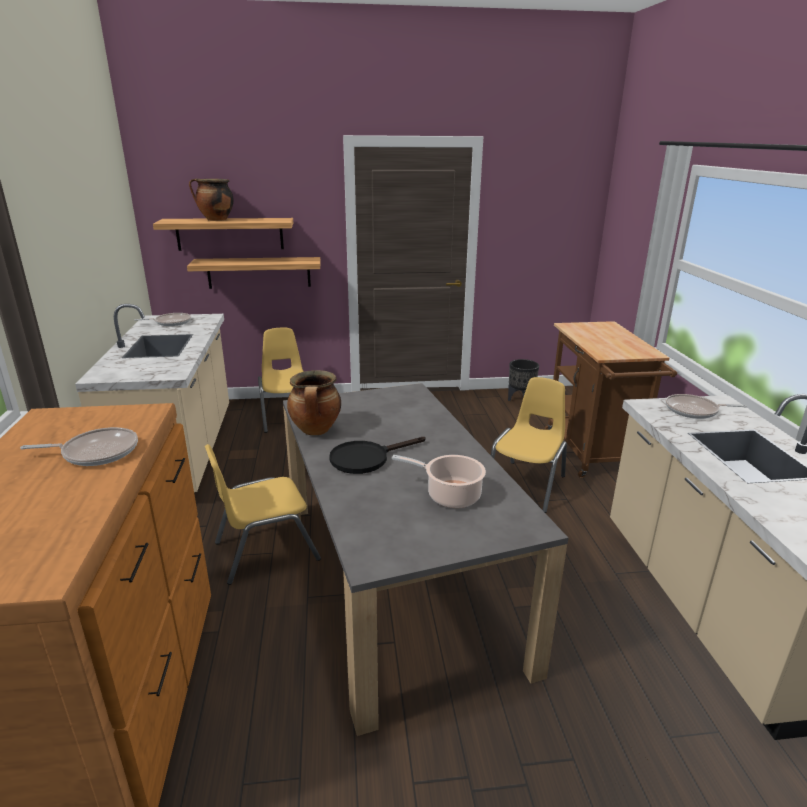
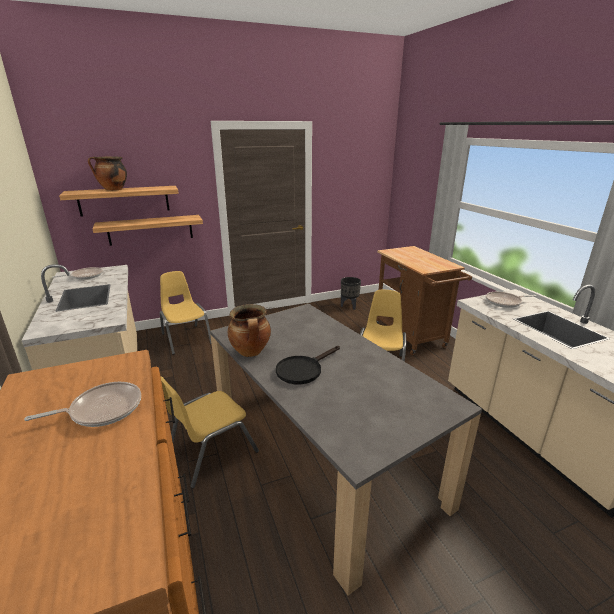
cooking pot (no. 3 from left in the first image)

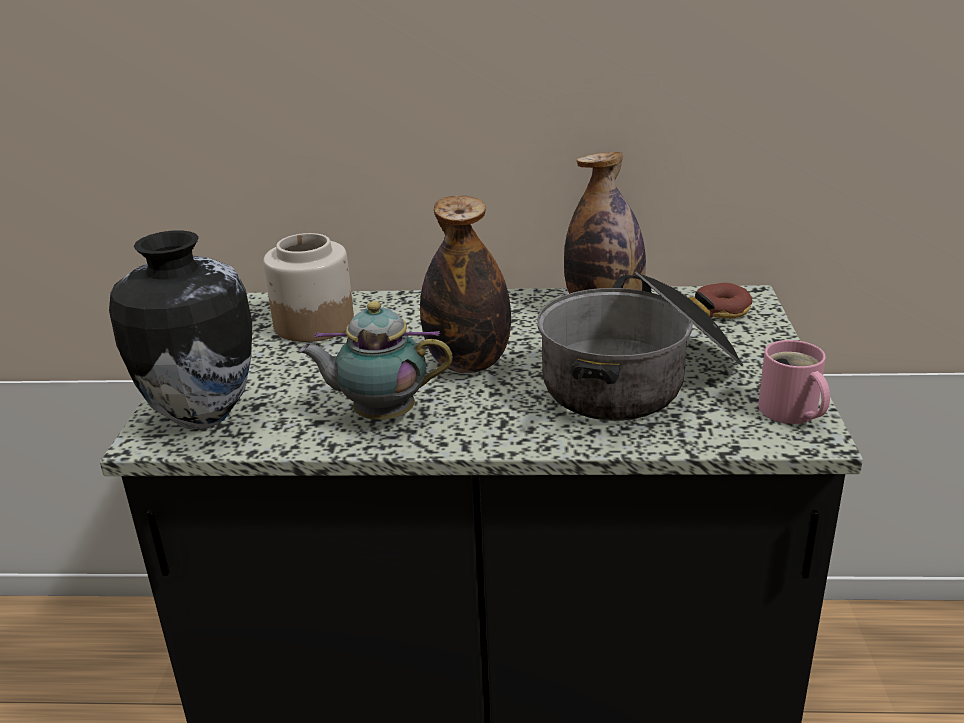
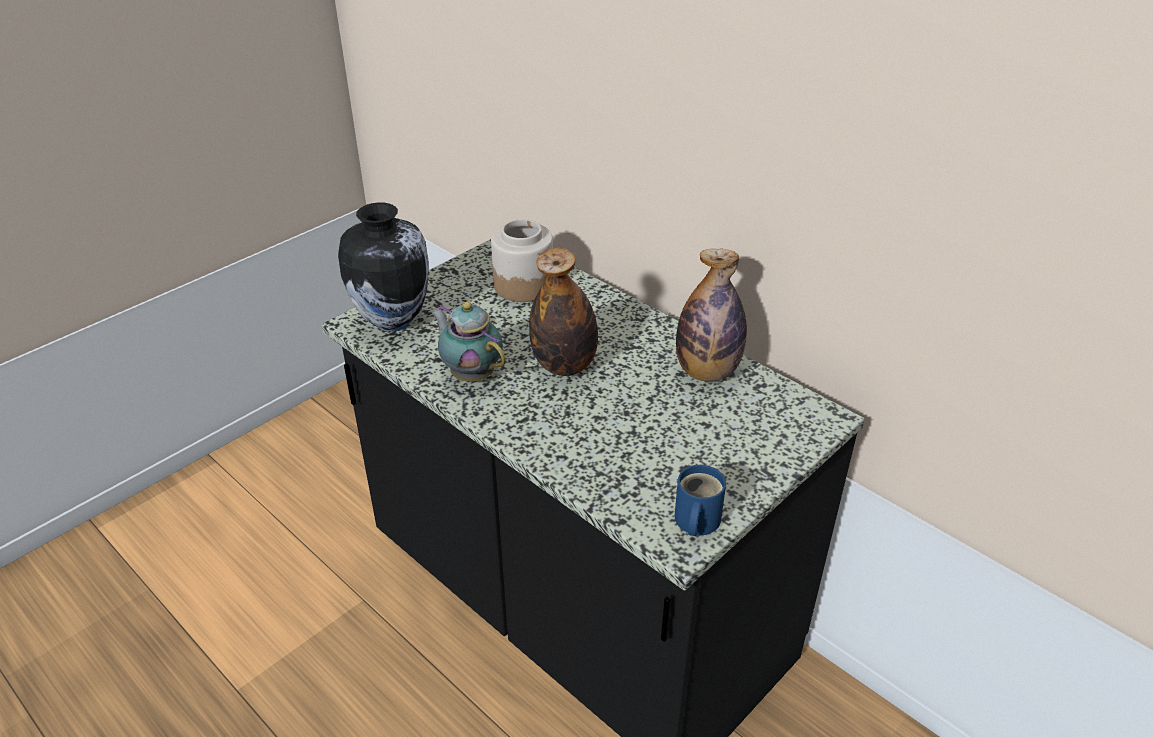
cooking pot
donut
blue mug

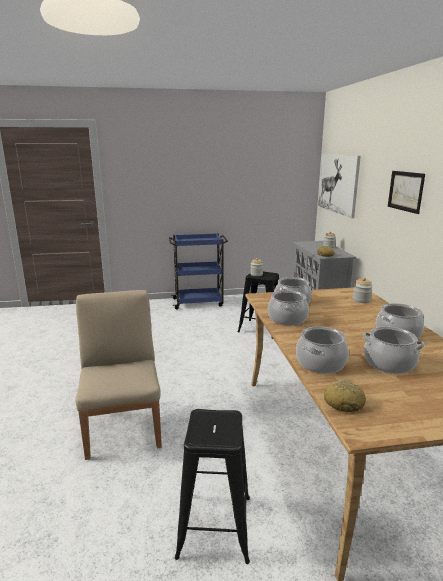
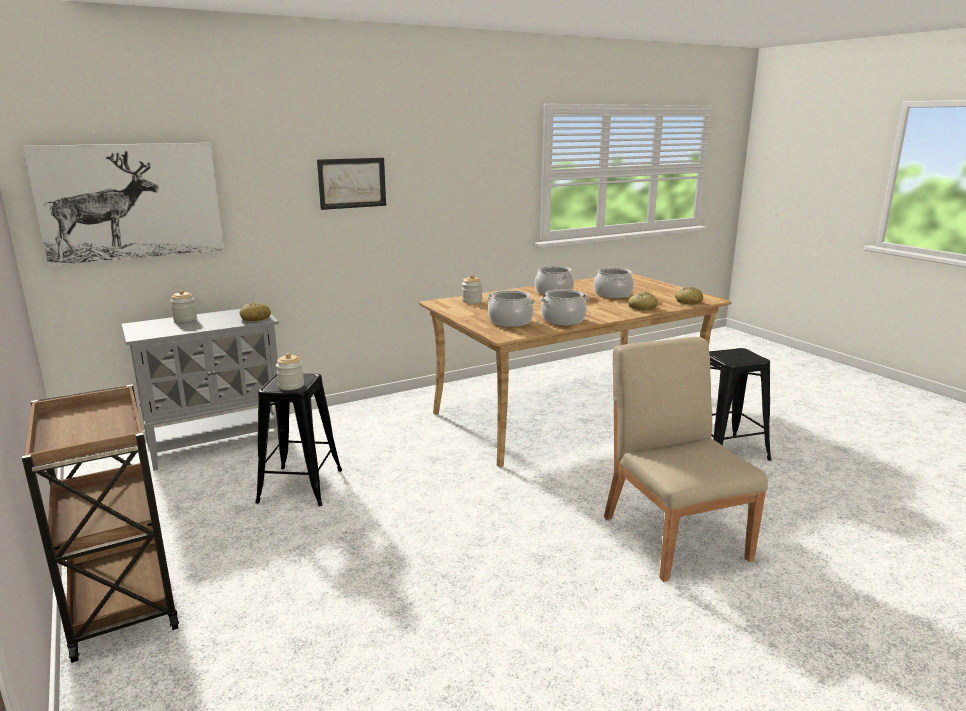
beige chair
brown cart
bread (no. 2 from left)

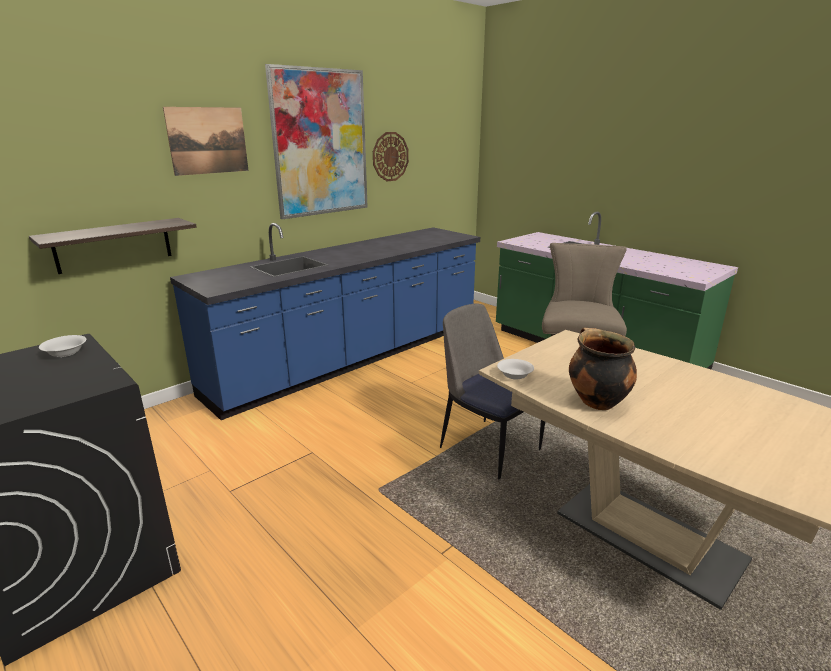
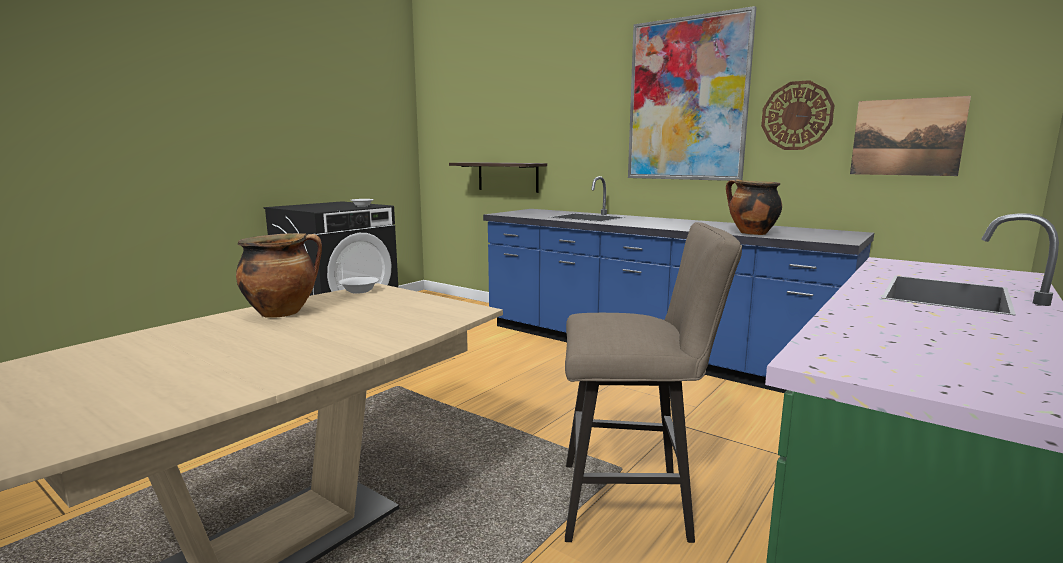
picture (no. 2 from left)
chair
cooking pot (no. 2 from left)

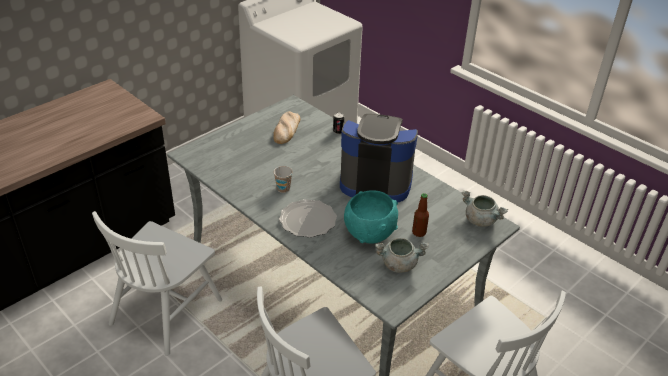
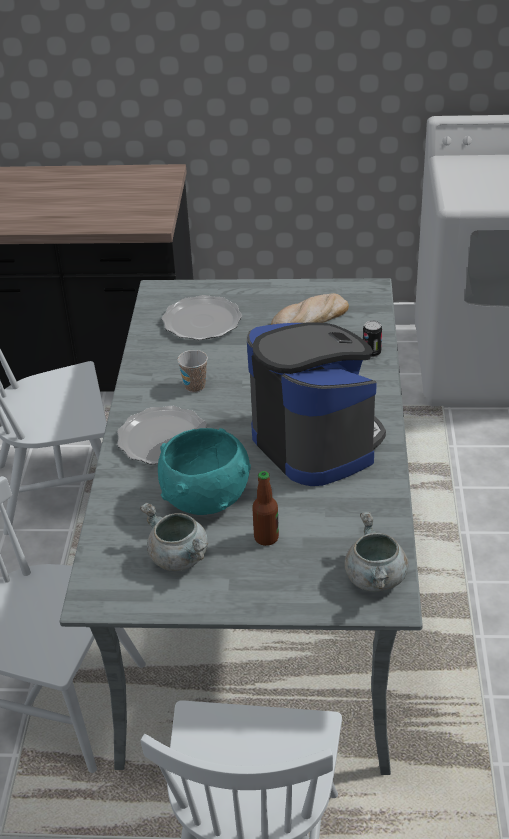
plate (no. 2 from left)

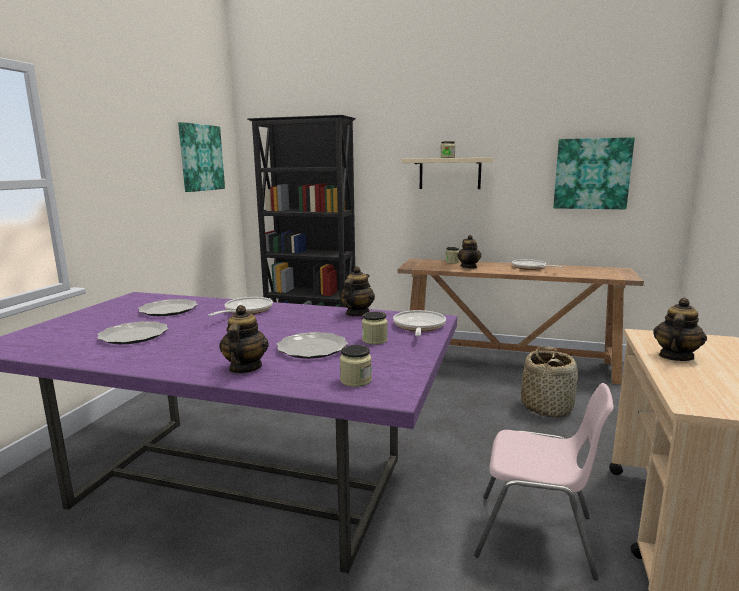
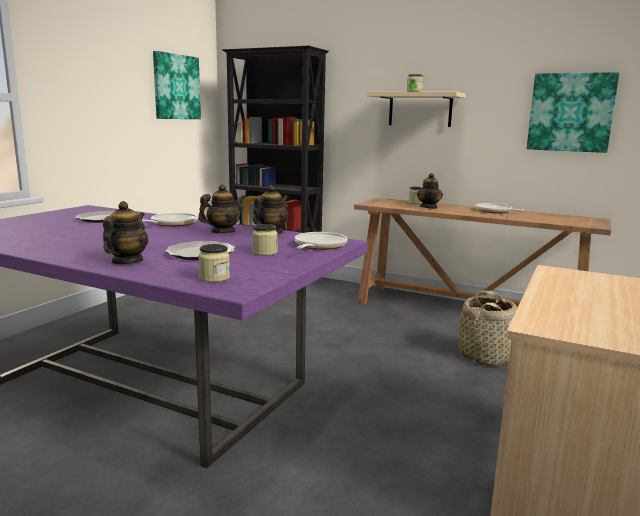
plate (no. 1 from left in the first image)
pink chair
teapot (no. 2 from left)

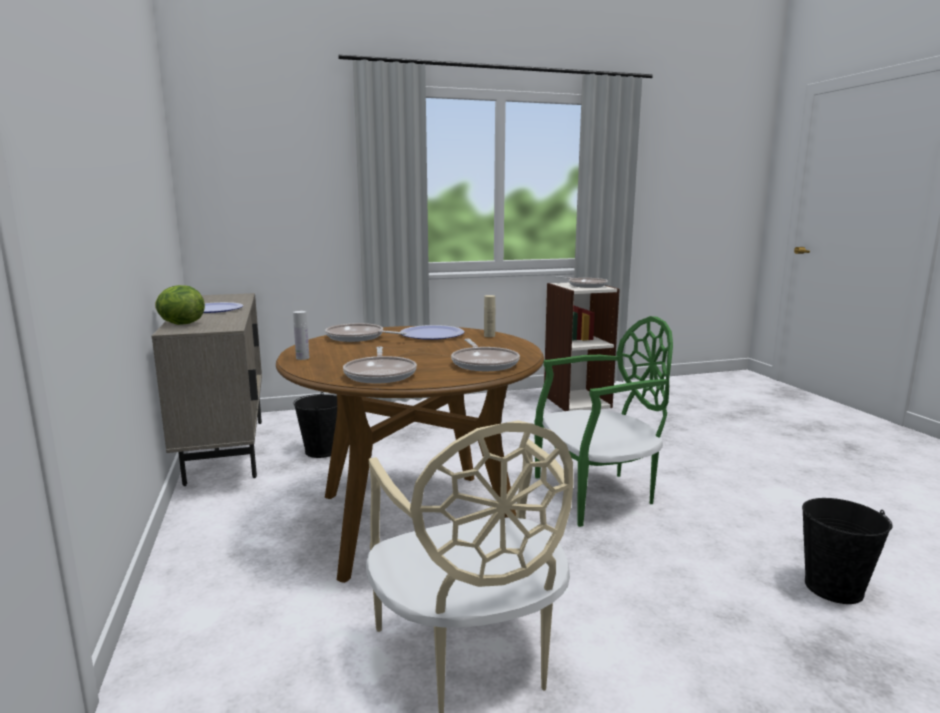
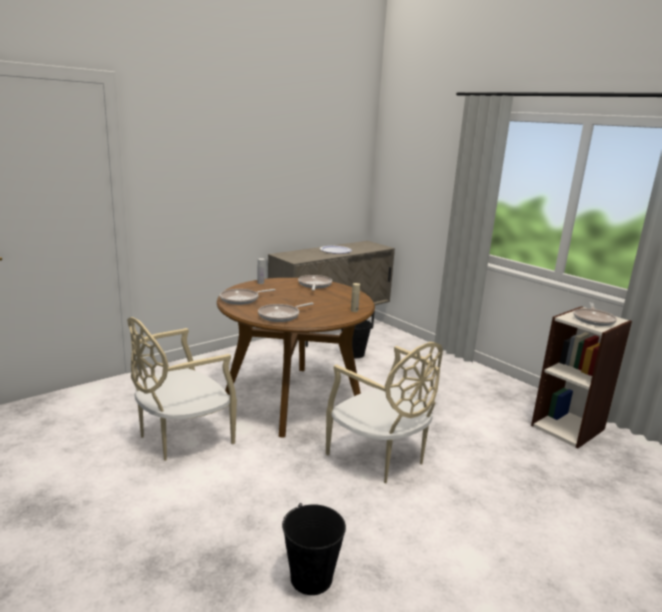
lettuce
plate (no. 2 from left in the first image)
beige chair (no. 2 from left)

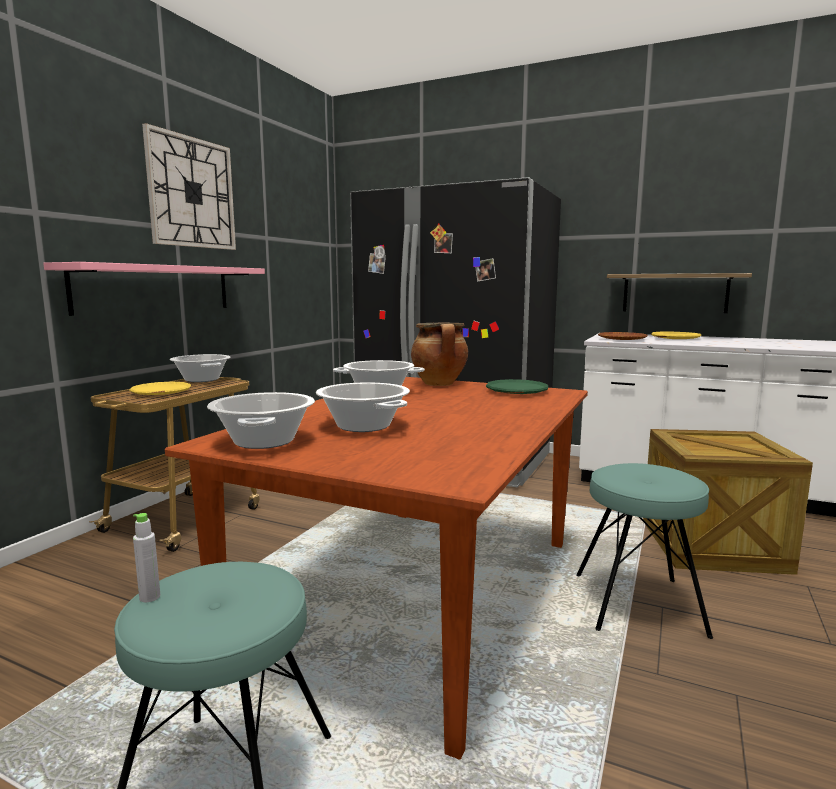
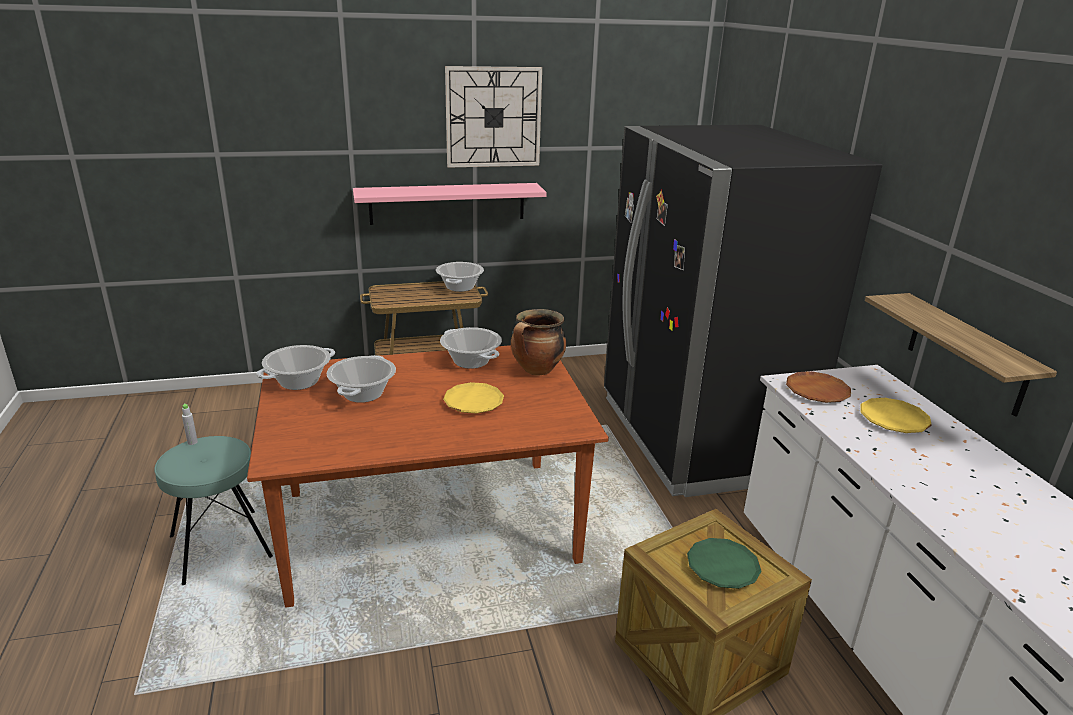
yellow plate (no. 1 from left)
green plate
turquoise stool (no. 2 from left in the first image)

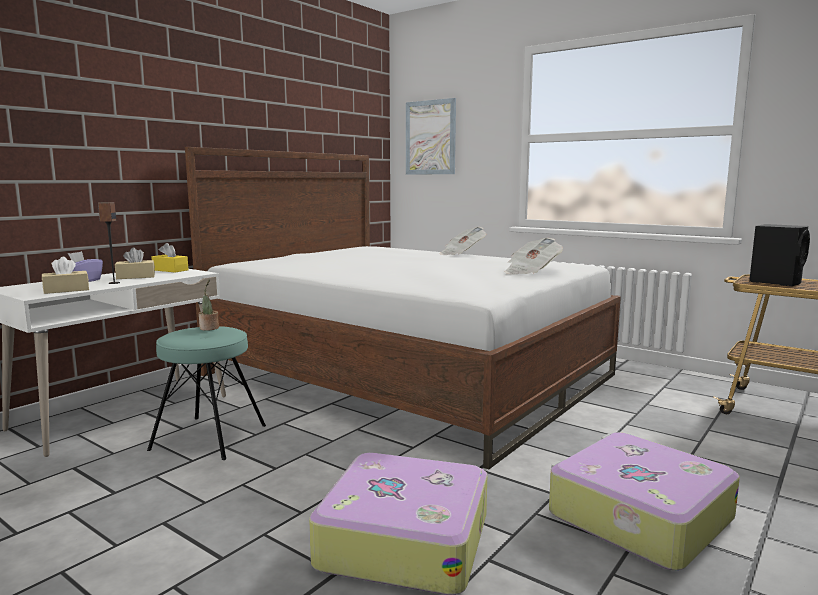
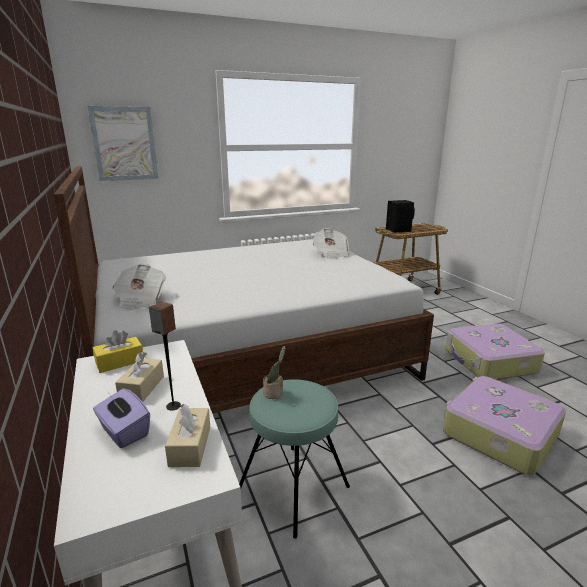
newspaper (no. 1 from left)

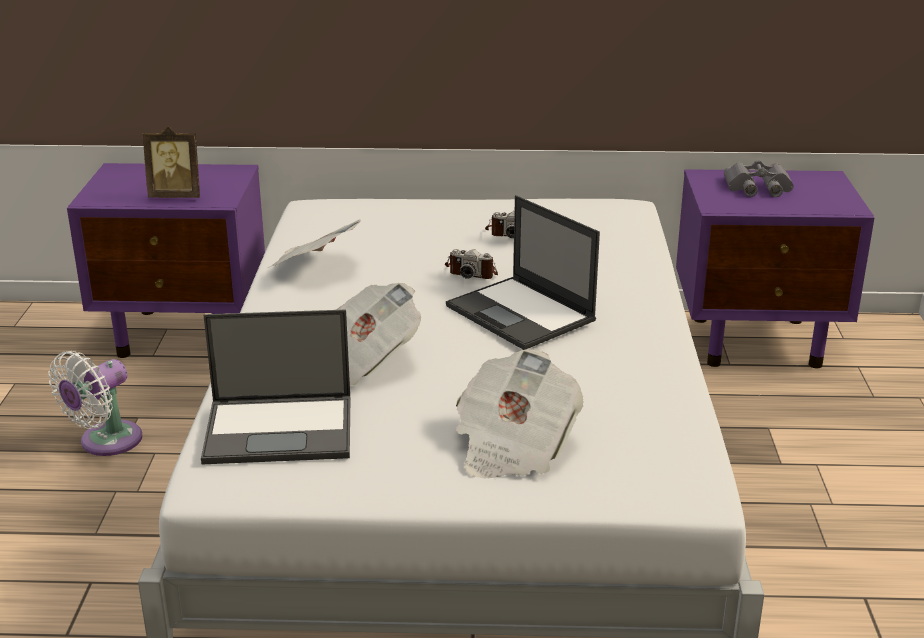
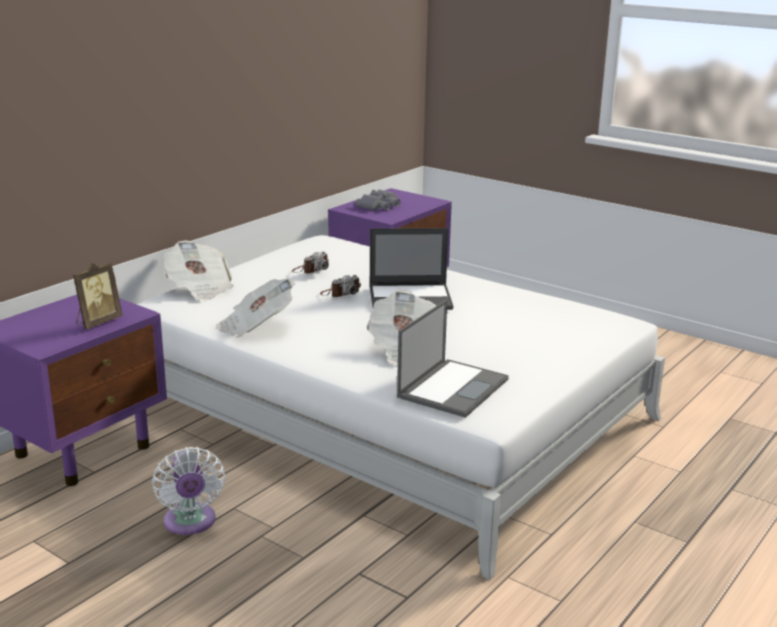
newspaper (no. 1 from left)

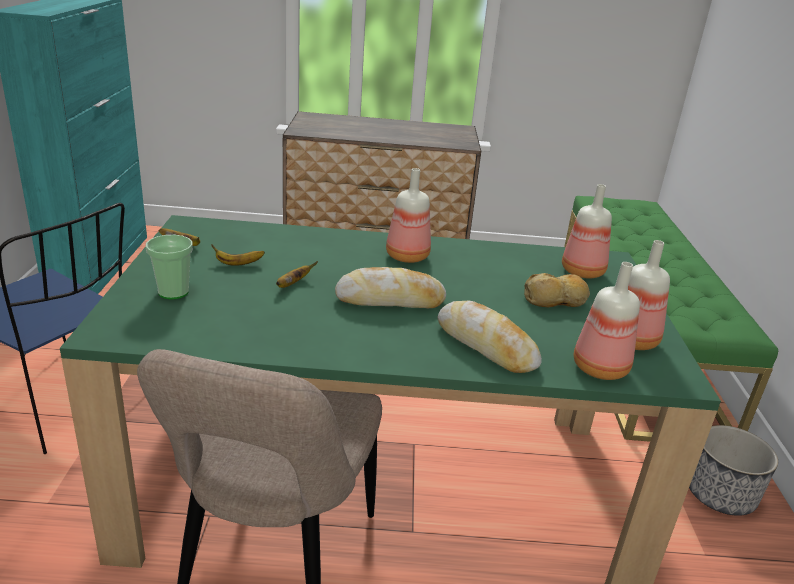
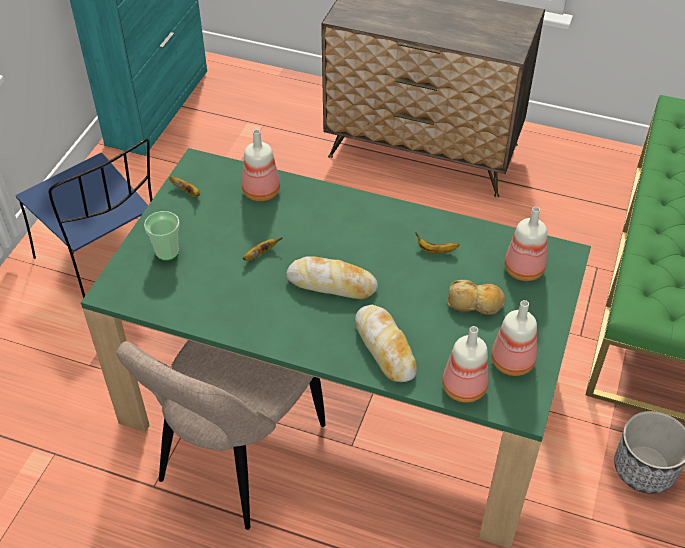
banana (no. 3 from left)
bottle (no. 1 from left)

